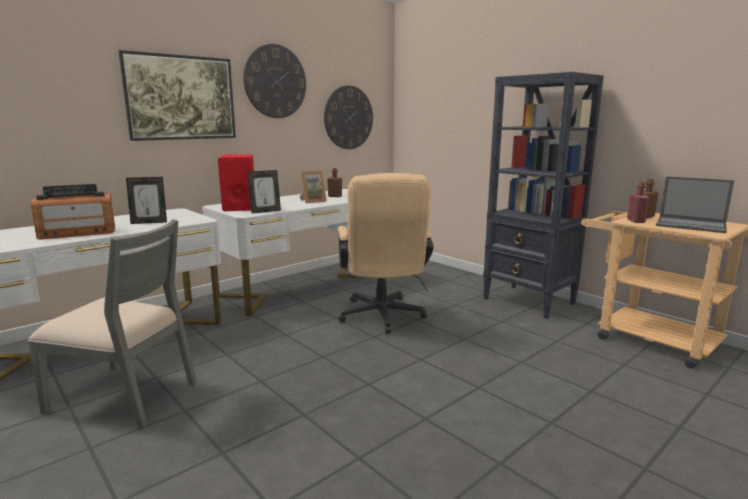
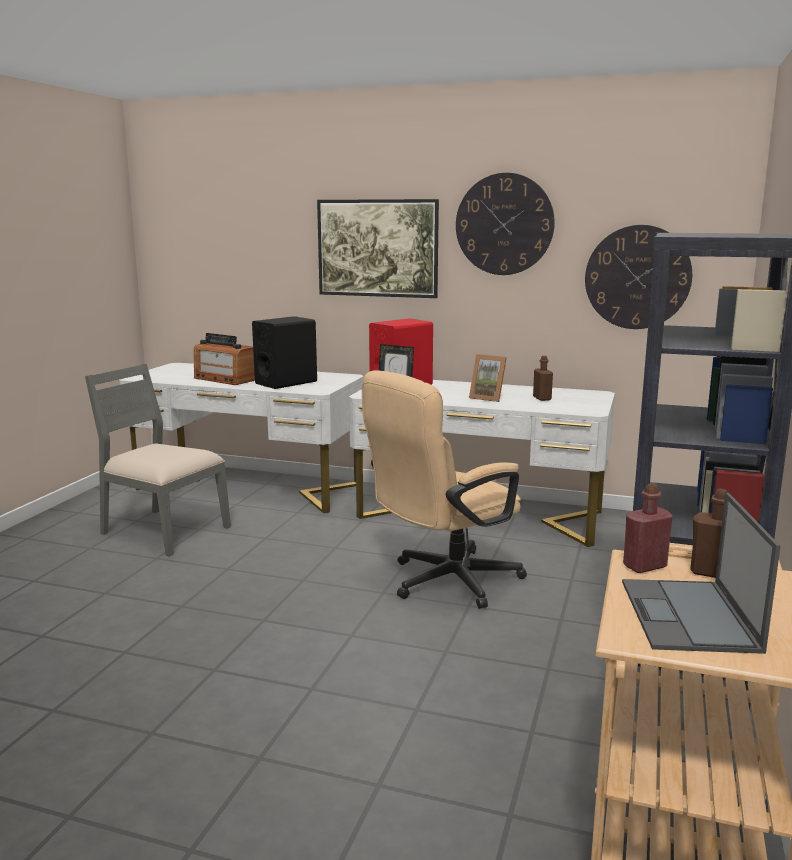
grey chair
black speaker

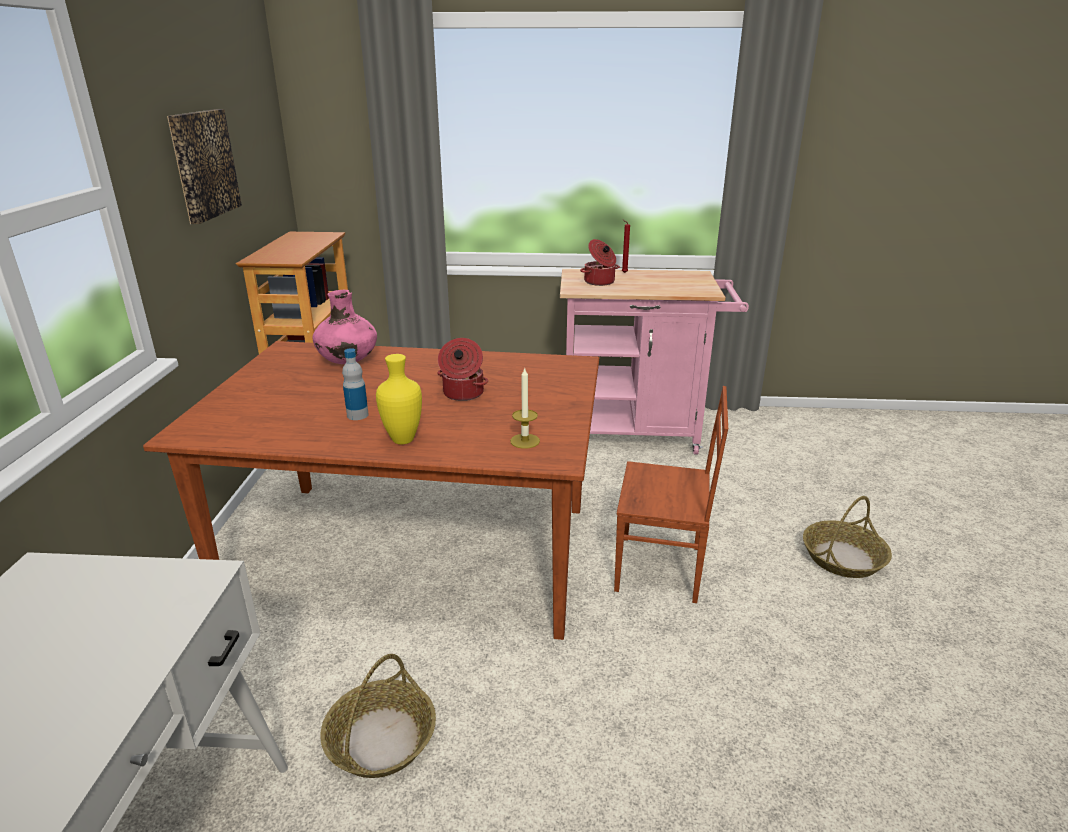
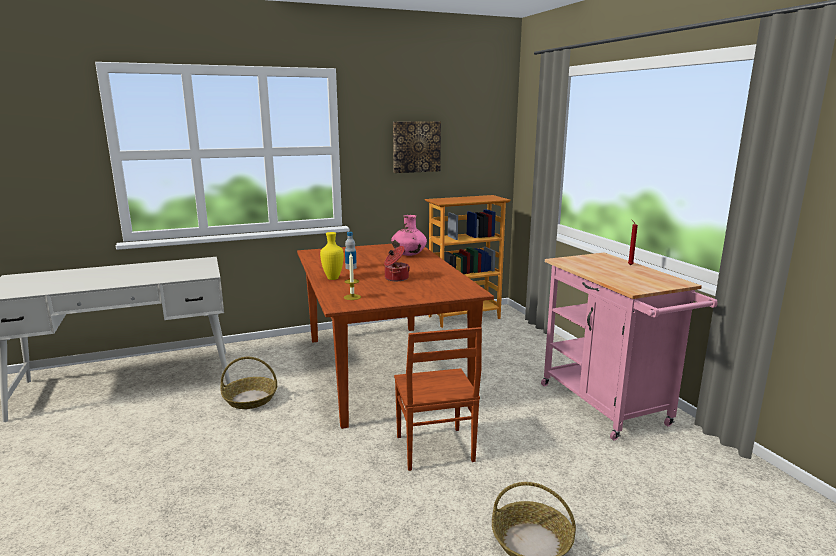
cooking pot (no. 2 from left in the first image)

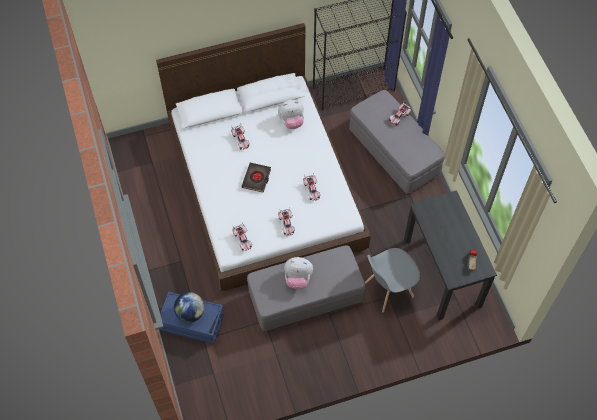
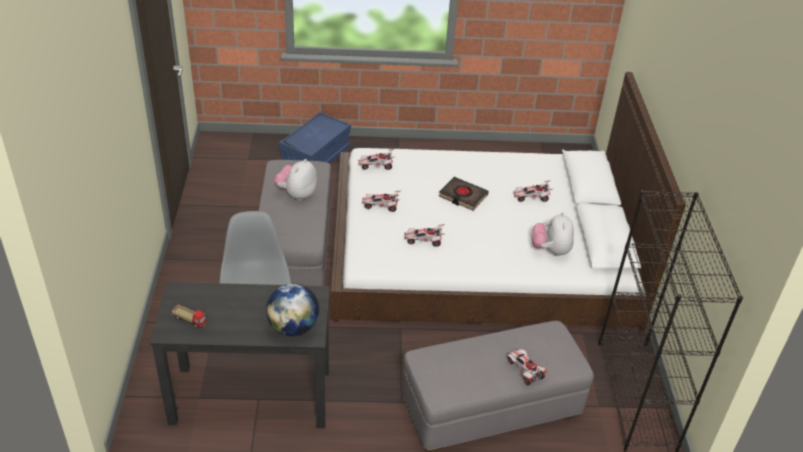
globe

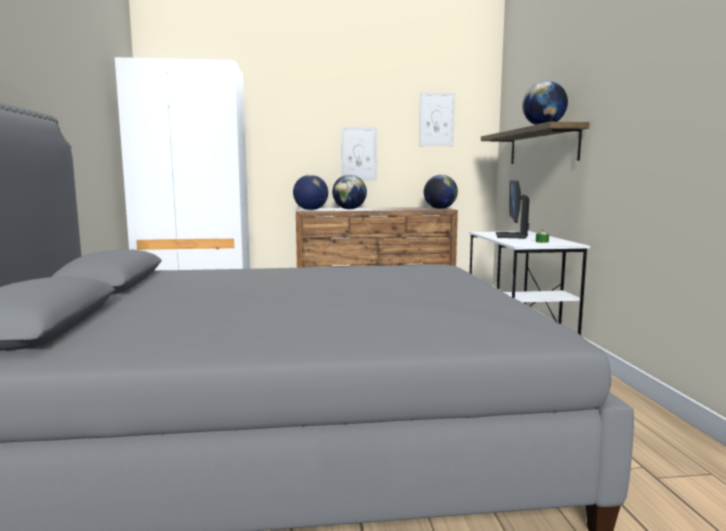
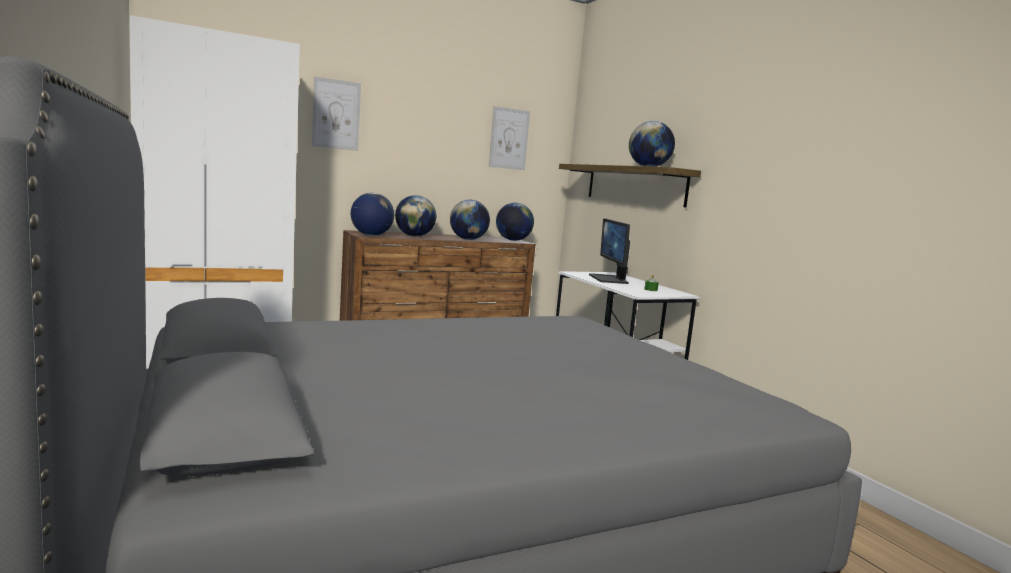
picture (no. 1 from left)
globe (no. 3 from left)

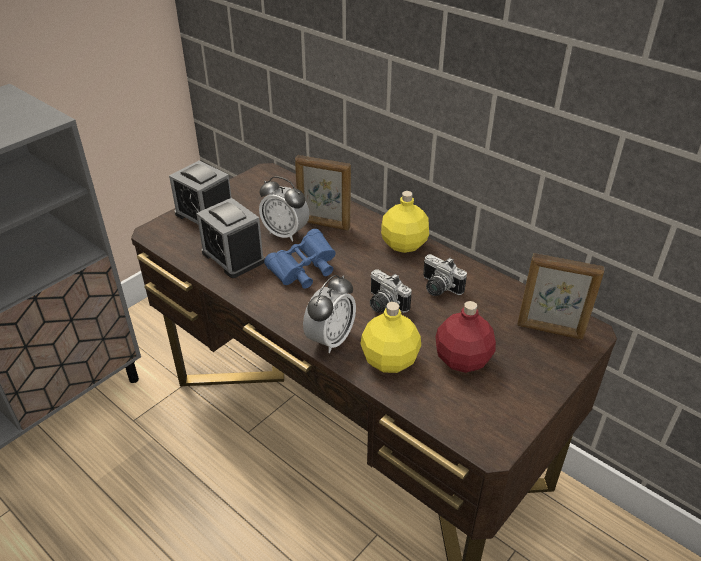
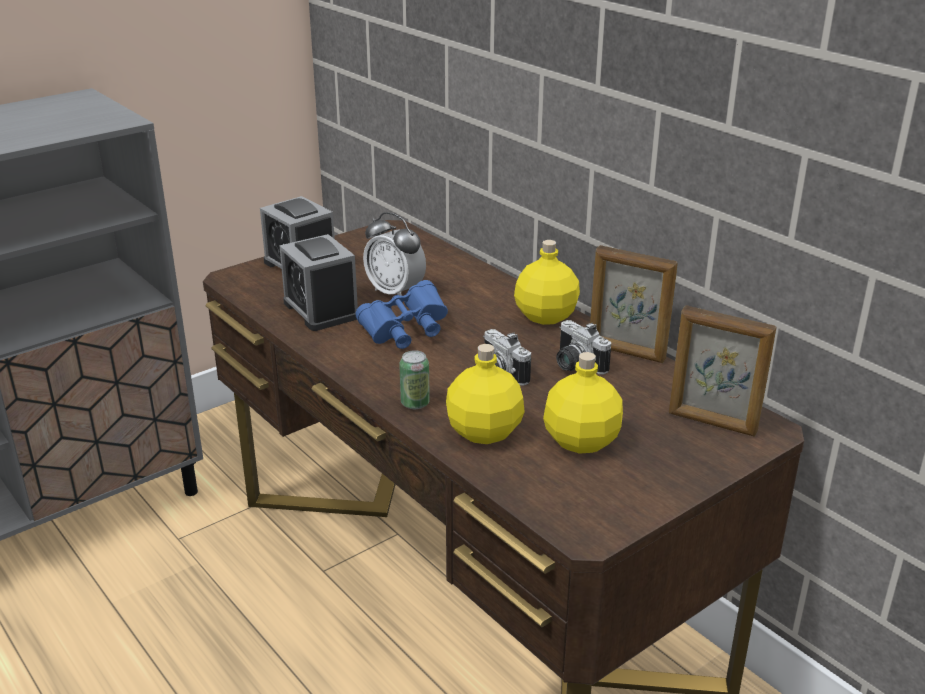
picture frame (no. 1 from left)
can
yellow bottle (no. 3 from left)

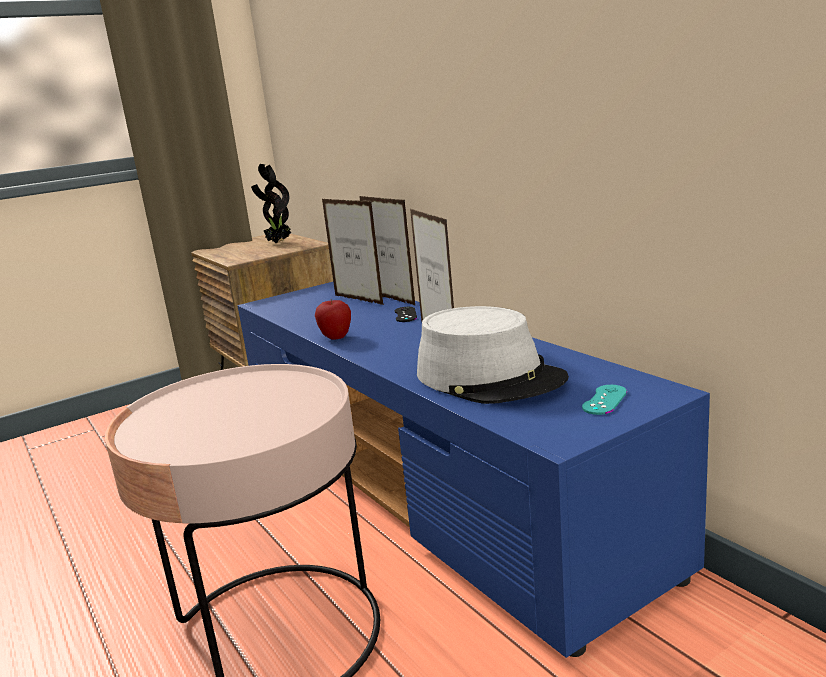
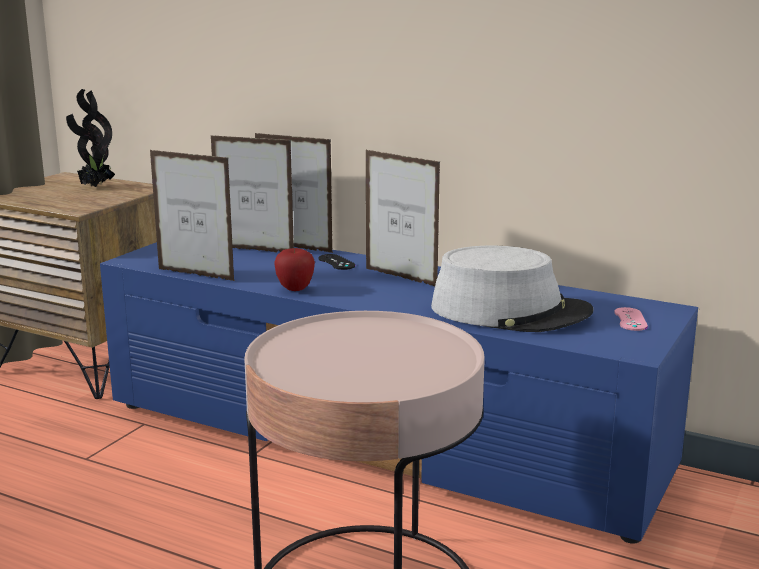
pink game controller
picture frame (no. 1 from left)

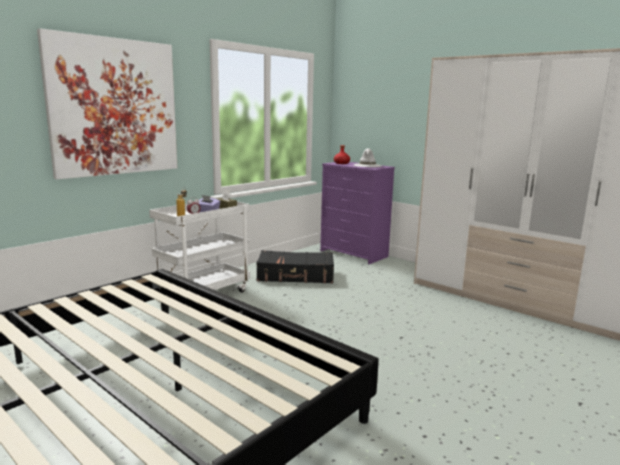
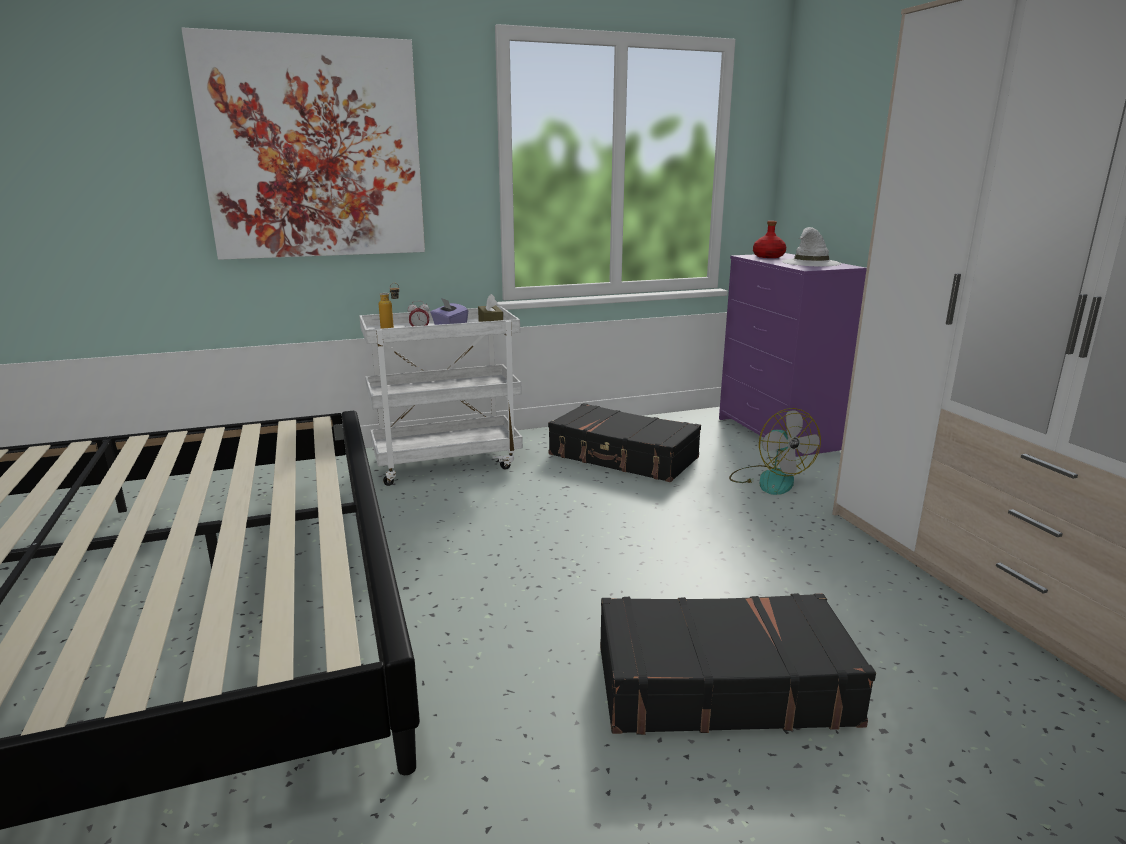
black suitcase (no. 2 from left)
fan

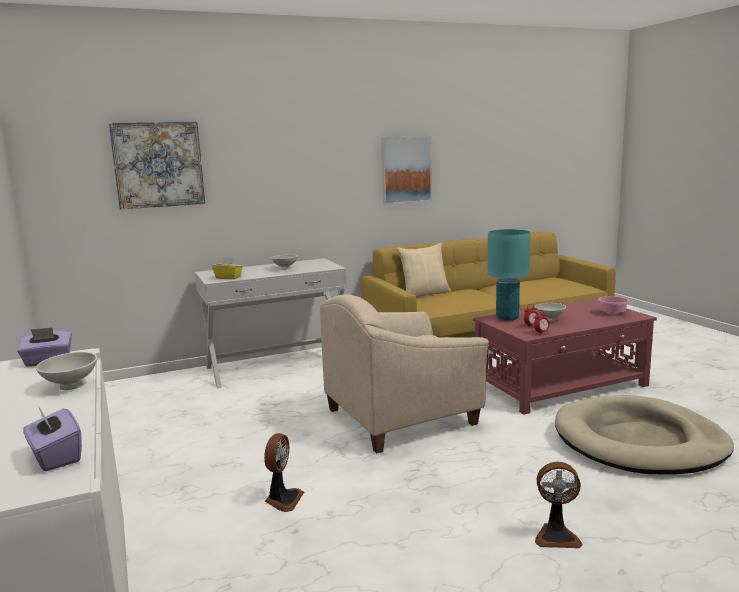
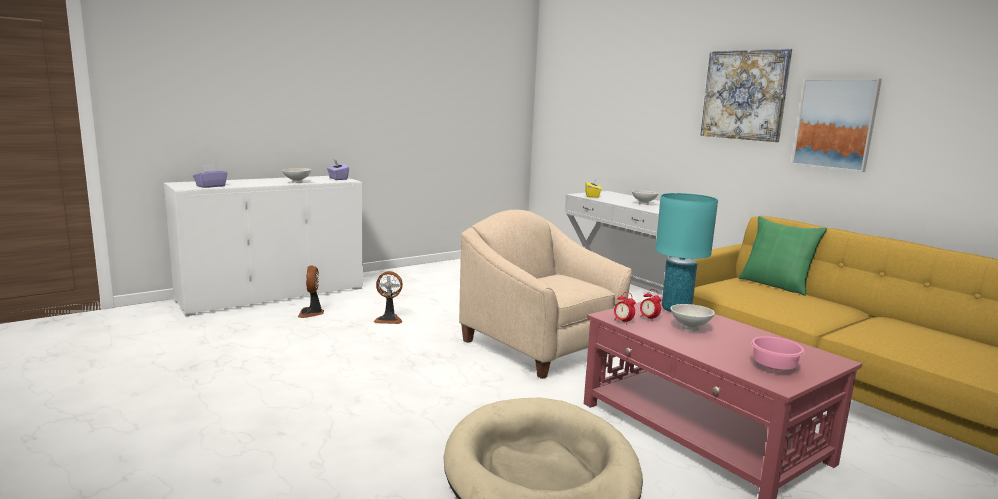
picture (no. 1 from left)
green pillow
fan (no. 1 from left)

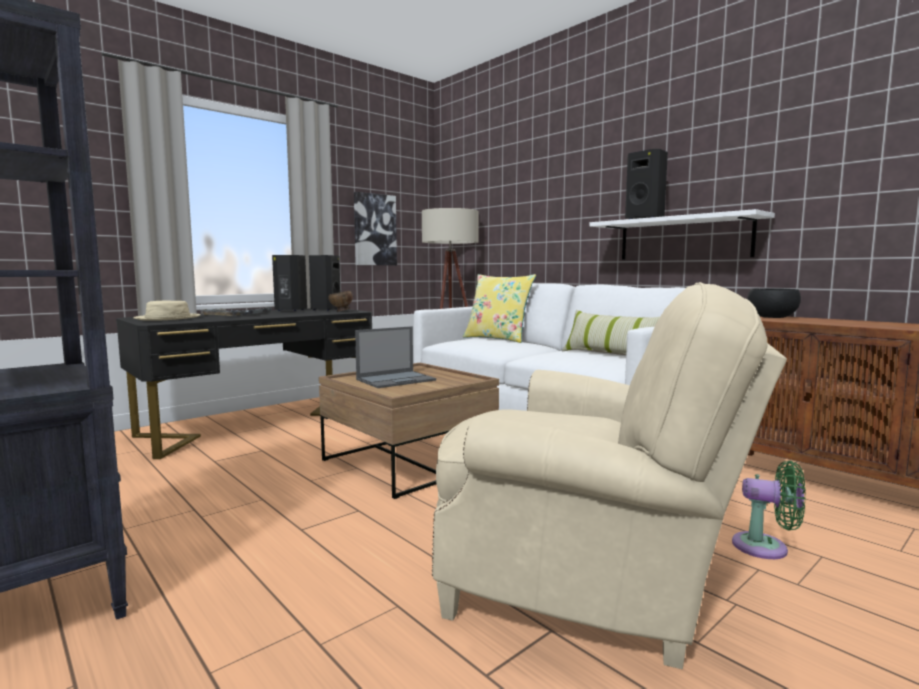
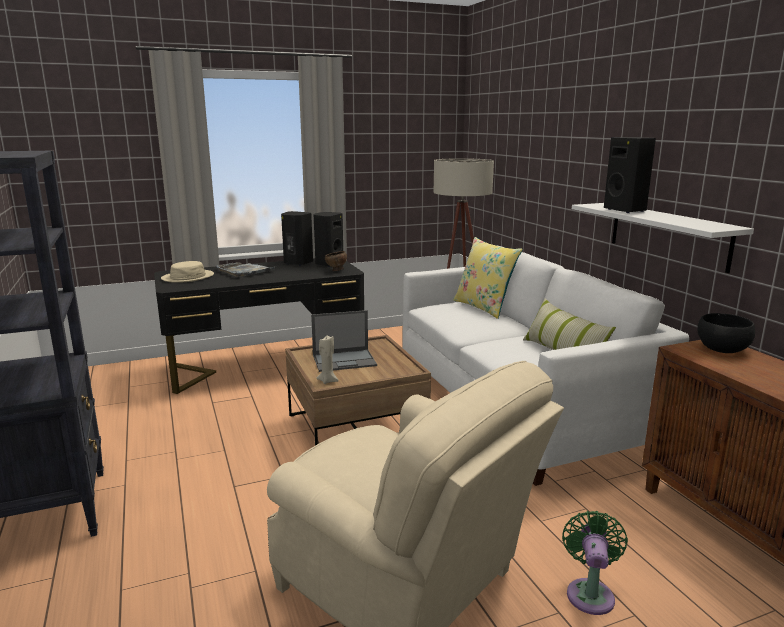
picture
green fan
beige candle

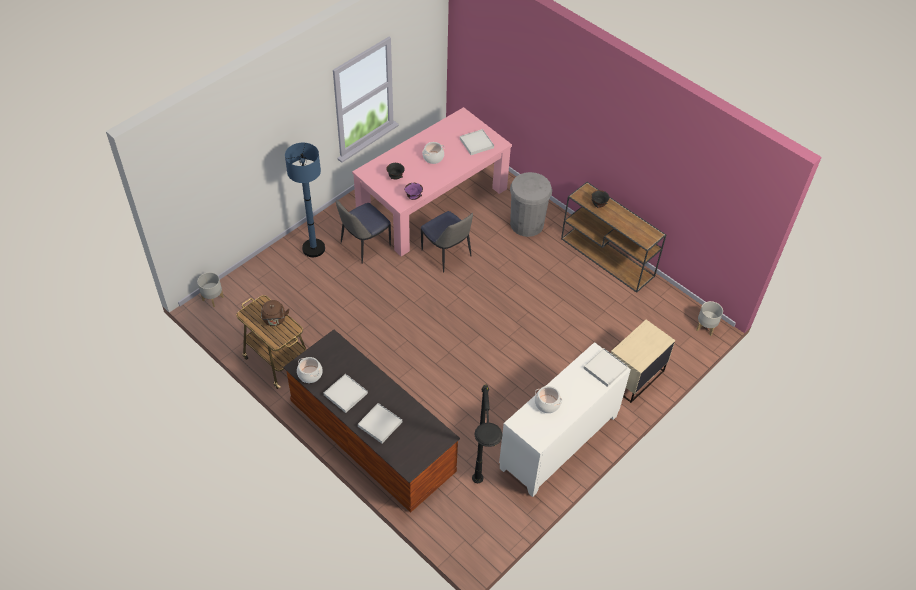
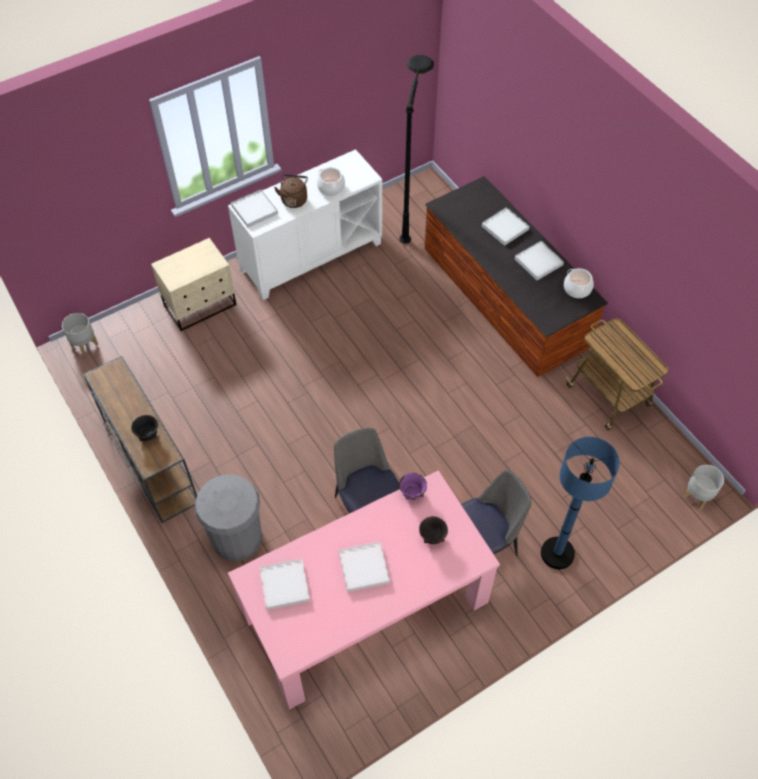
brown kettle
white tray (no. 3 from left)

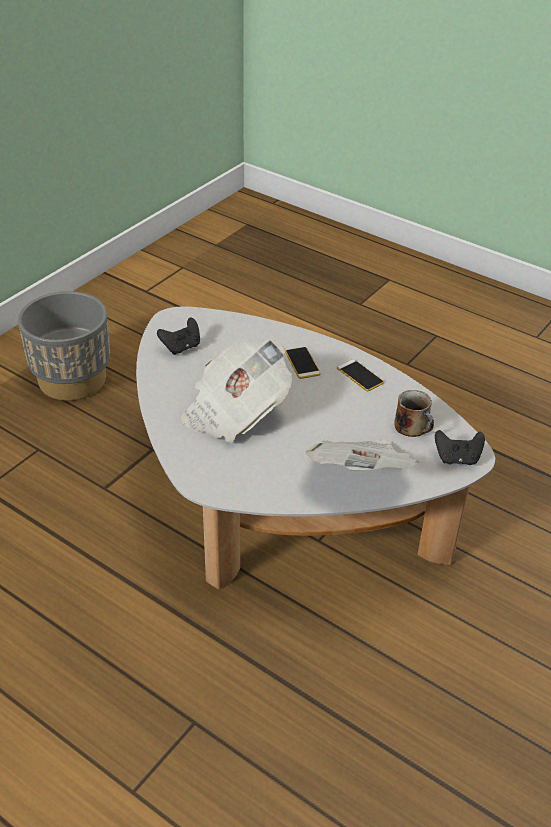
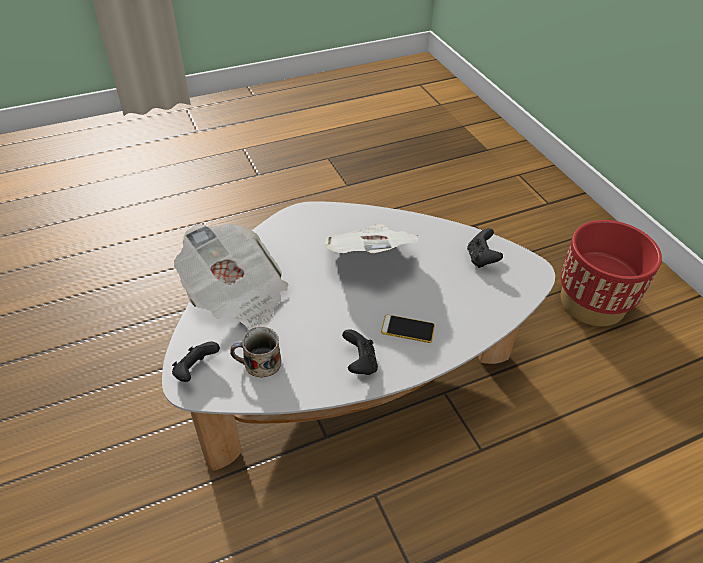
red planter
black game controller (no. 2 from left)

